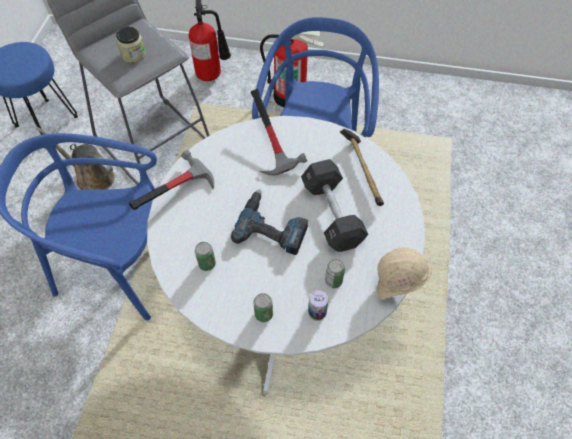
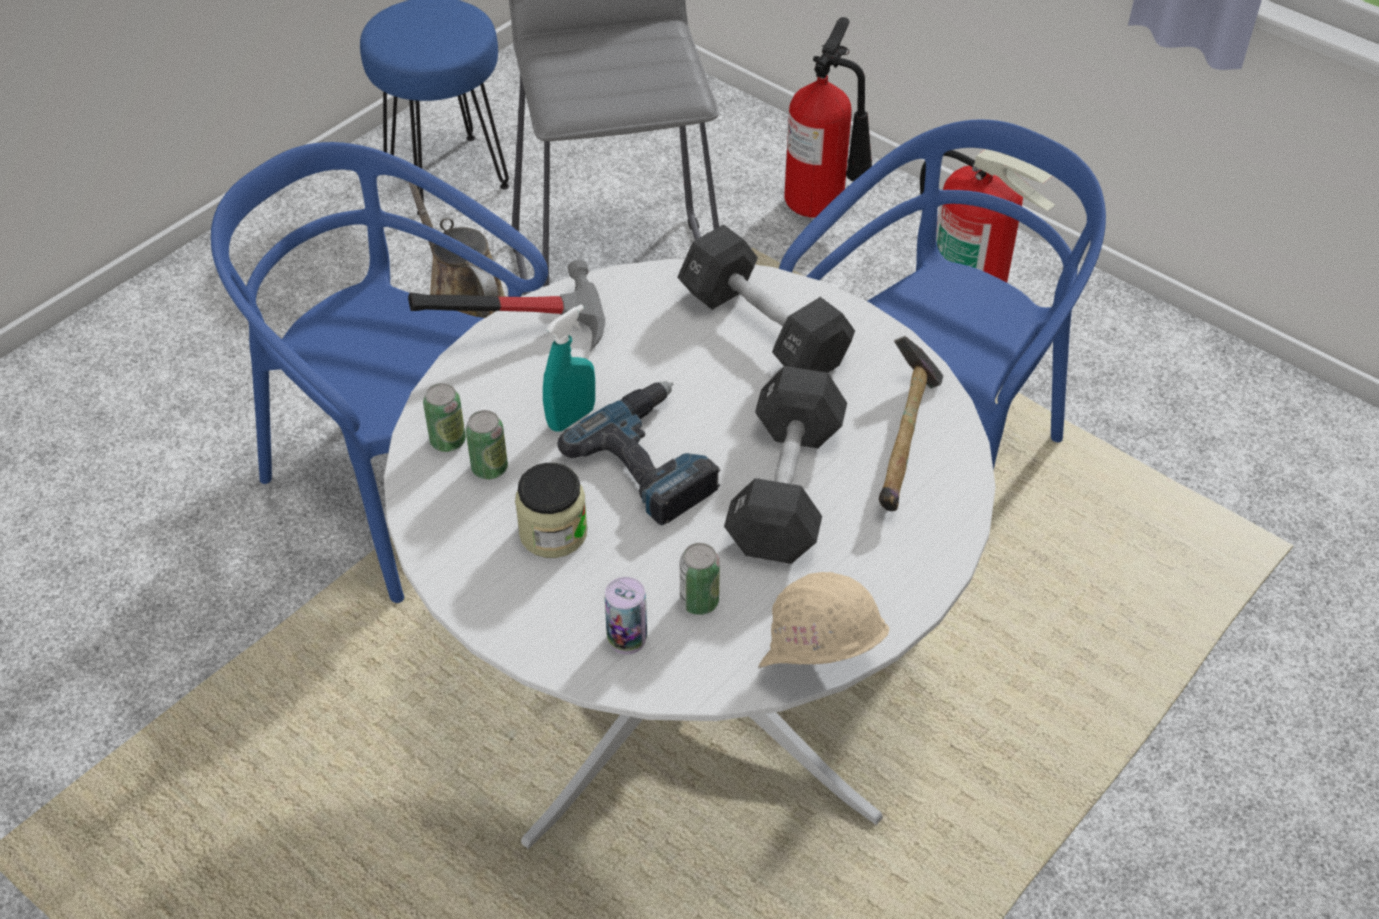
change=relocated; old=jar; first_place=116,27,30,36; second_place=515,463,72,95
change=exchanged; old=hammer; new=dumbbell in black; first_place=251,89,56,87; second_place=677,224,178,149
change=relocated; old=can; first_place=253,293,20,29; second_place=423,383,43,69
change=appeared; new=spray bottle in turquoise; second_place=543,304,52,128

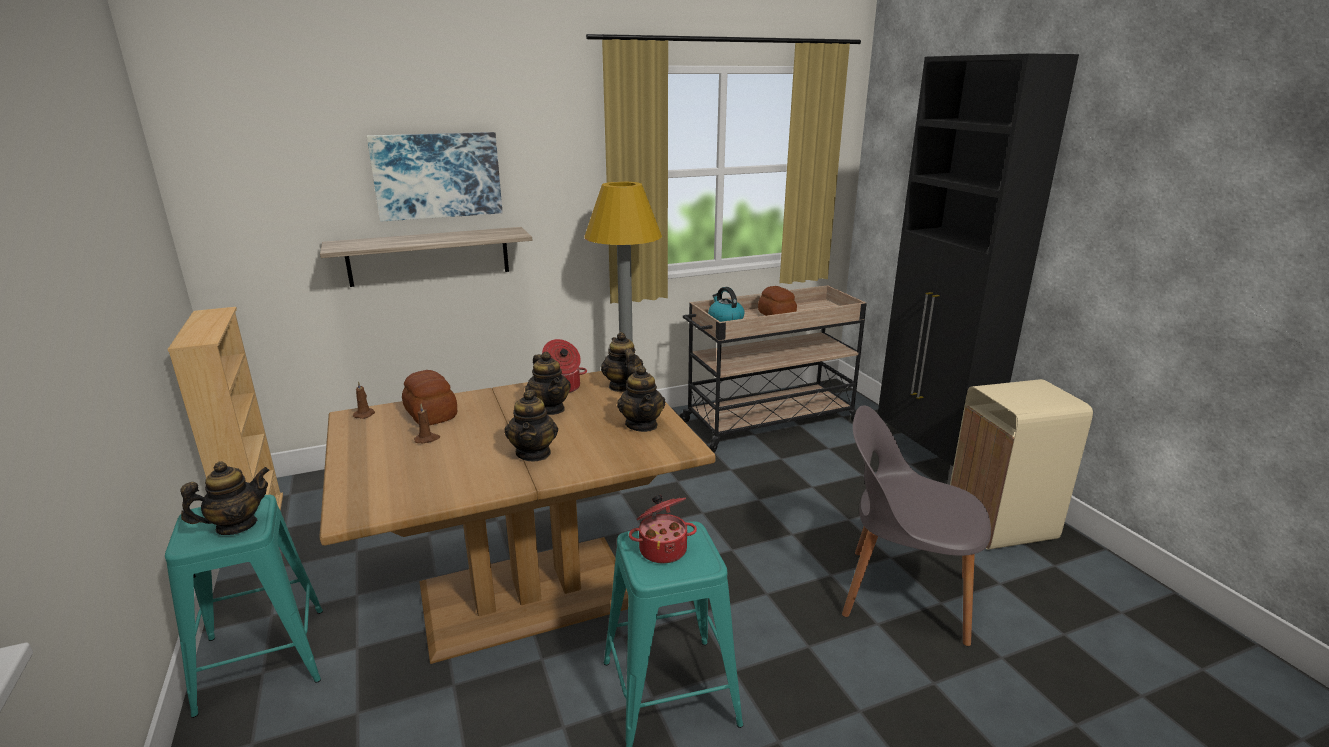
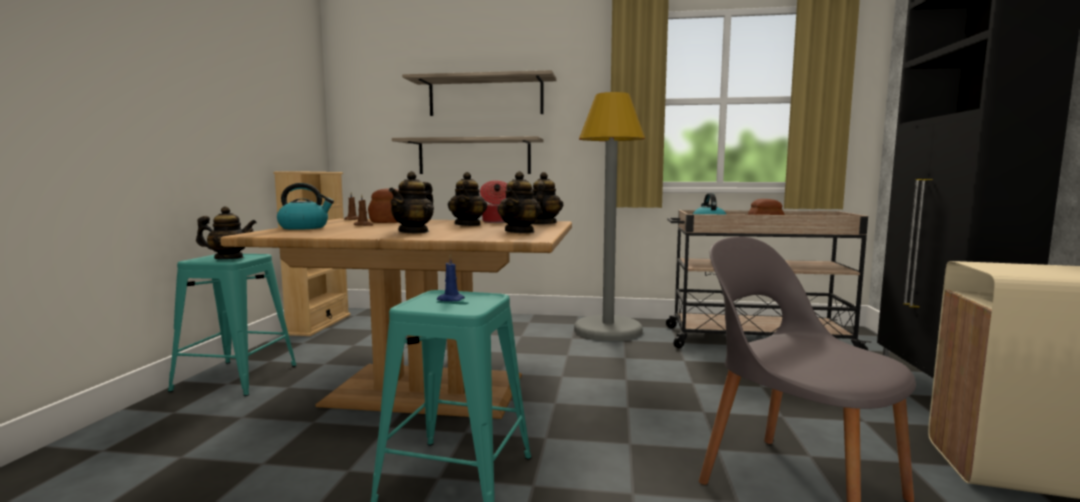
change=exchanged; old=picture; new=shelf; first_place=367,132,136,90; second_place=402,70,155,46
change=exchanged; old=cooking pot; new=candle in blue; first_place=629,495,68,68; second_place=437,254,28,47
change=appeared; new=kettle; second_place=277,183,57,47

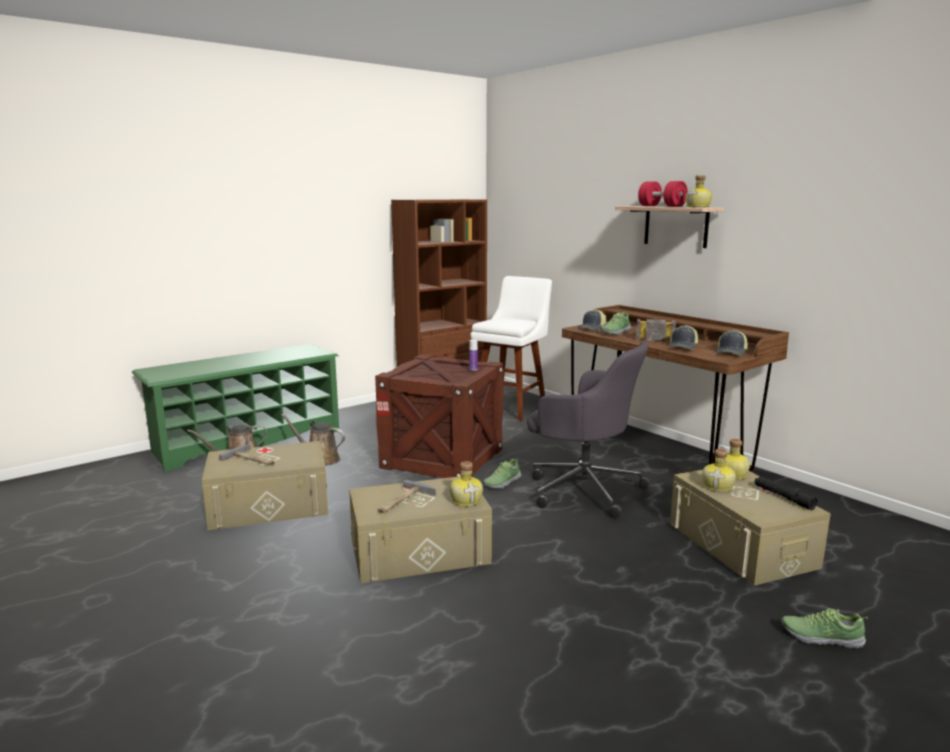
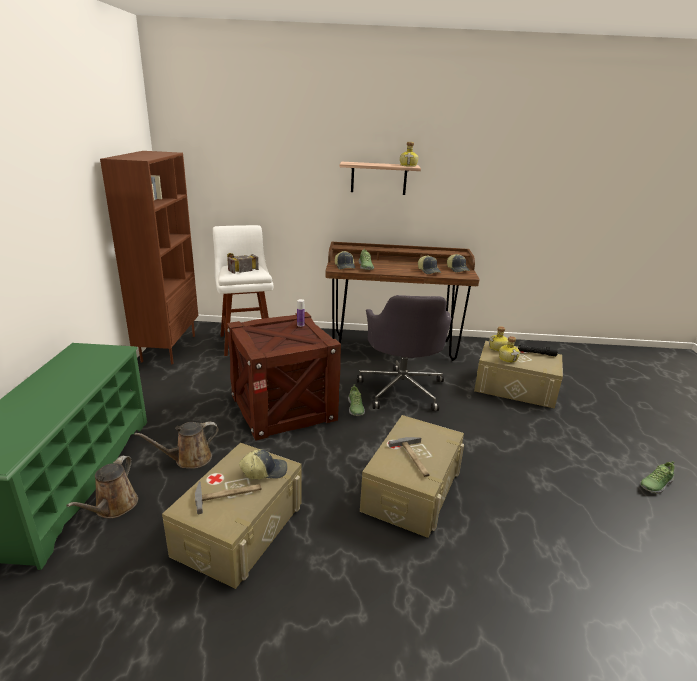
change=missing; old=bottle; first_place=450,461,33,45
change=spun; old=office chair in grey; first_place=527,341,124,177; second_place=357,295,94,116; degrees=105
change=relocated; old=hammer; first_place=636,319,40,22; second_place=227,253,32,21
change=missing; old=dumbbell in red; first_place=638,181,50,26
change=relocated; old=shoe; first_place=781,608,87,40; second_place=640,461,35,33
change=appeared; new=cap; second_place=239,449,48,31

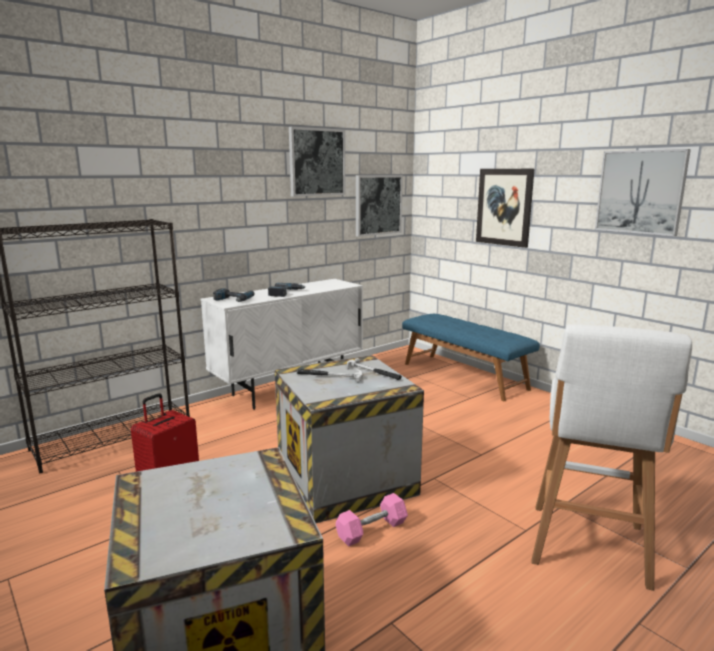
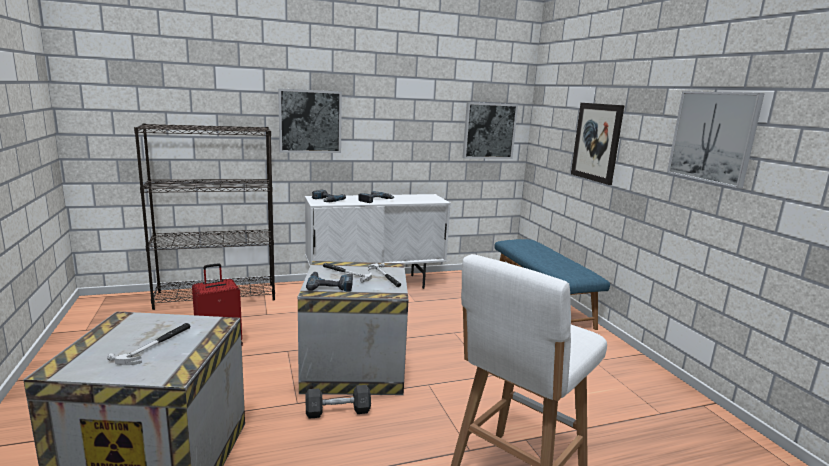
change=relocated; old=picture; first_place=289,127,56,70; second_place=278,88,64,65
change=colour; old=dumbbell in pink; new=dumbbell in grey; first_place=336,493,72,54; second_place=306,385,65,34
change=appeared; new=hammer; second_place=107,323,83,42
change=appeared; new=power drill; second_place=306,272,47,20

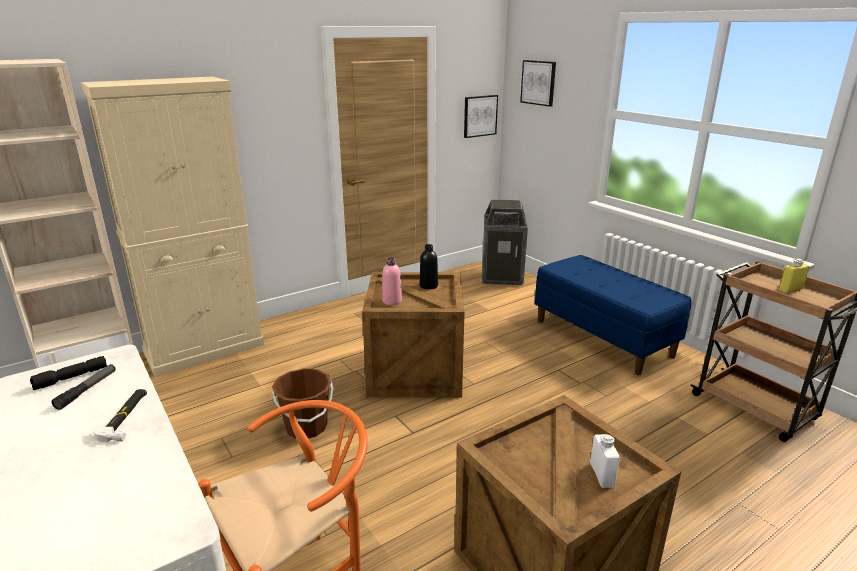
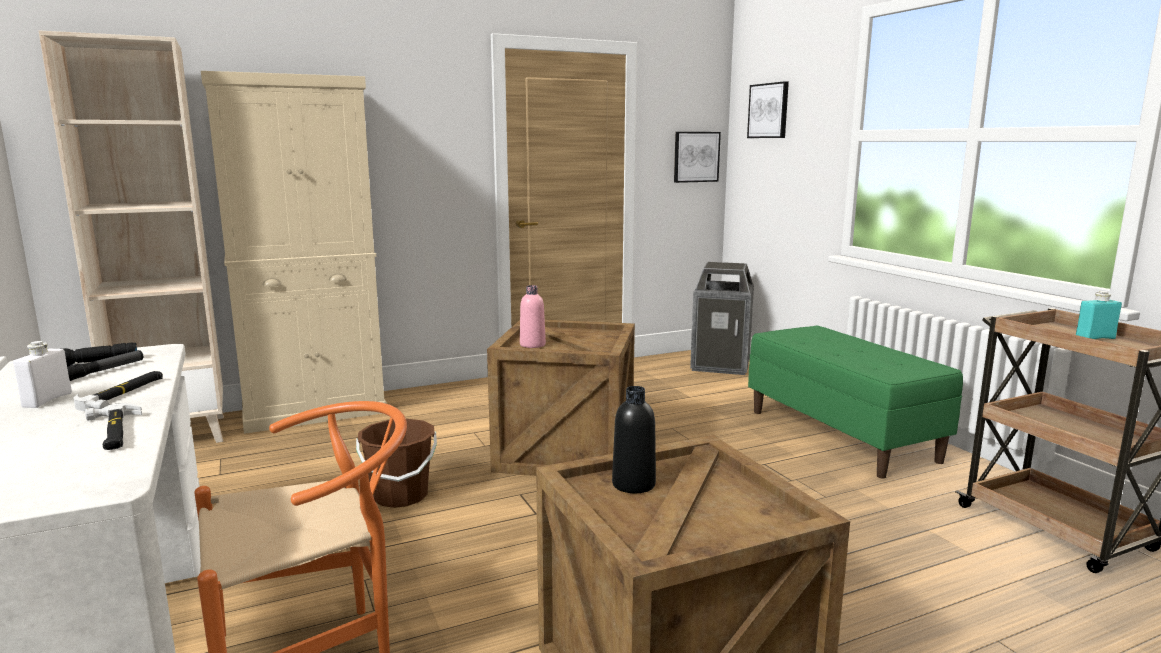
change=relocated; old=bottle in black; first_place=420,244,18,45; second_place=612,386,44,107
change=colour; old=bench in blue; new=bench in green; first_place=535,255,157,120; second_place=748,326,215,152
change=relocated; old=bottle in white; first_place=590,434,30,54; second_place=13,341,59,67
change=colour; old=bottle in yellow; new=bottle in turquoise; first_place=779,259,31,34; second_place=1076,291,46,48
change=appeared; new=hammer; second_place=85,403,57,47

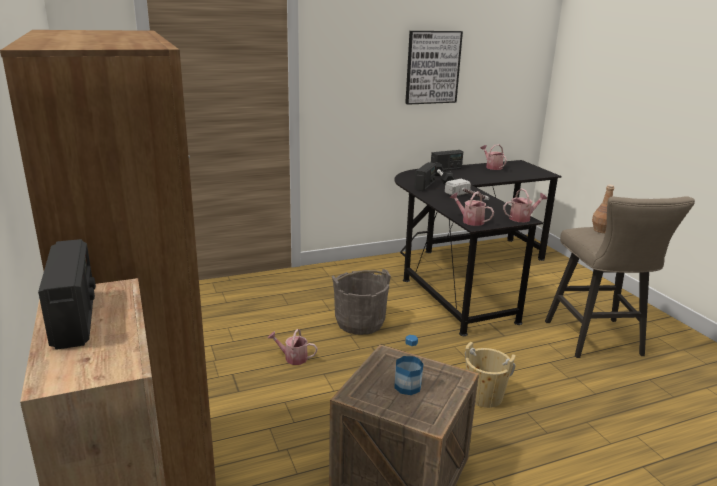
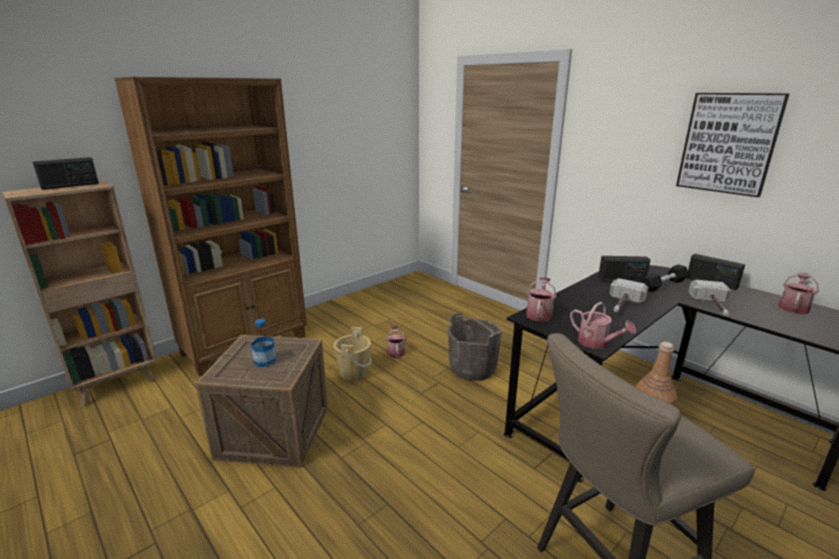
change=relocated; old=bucket in beige; first_place=465,342,51,66; second_place=334,327,38,54
change=appeared; new=hammer; second_place=689,280,42,36

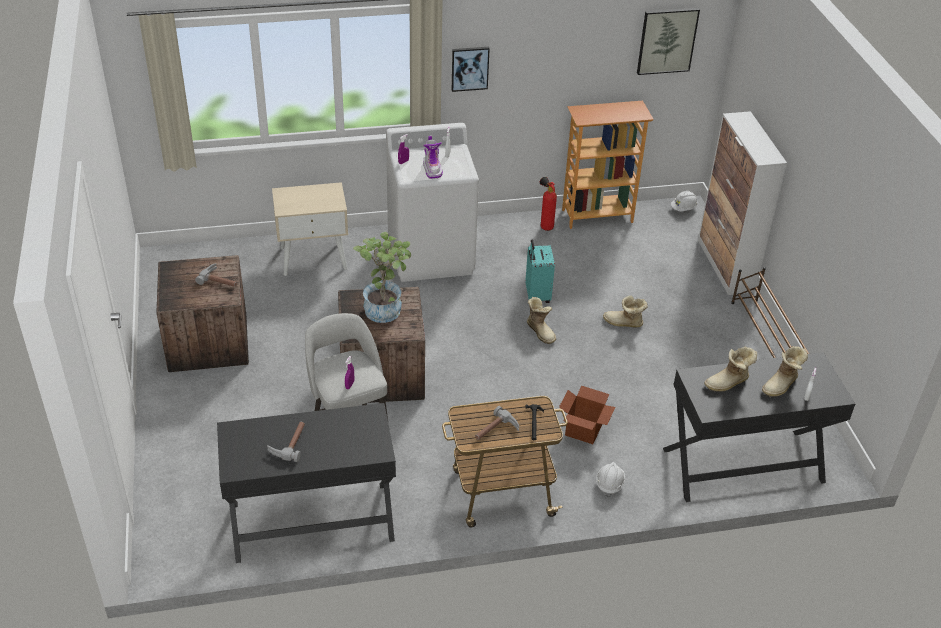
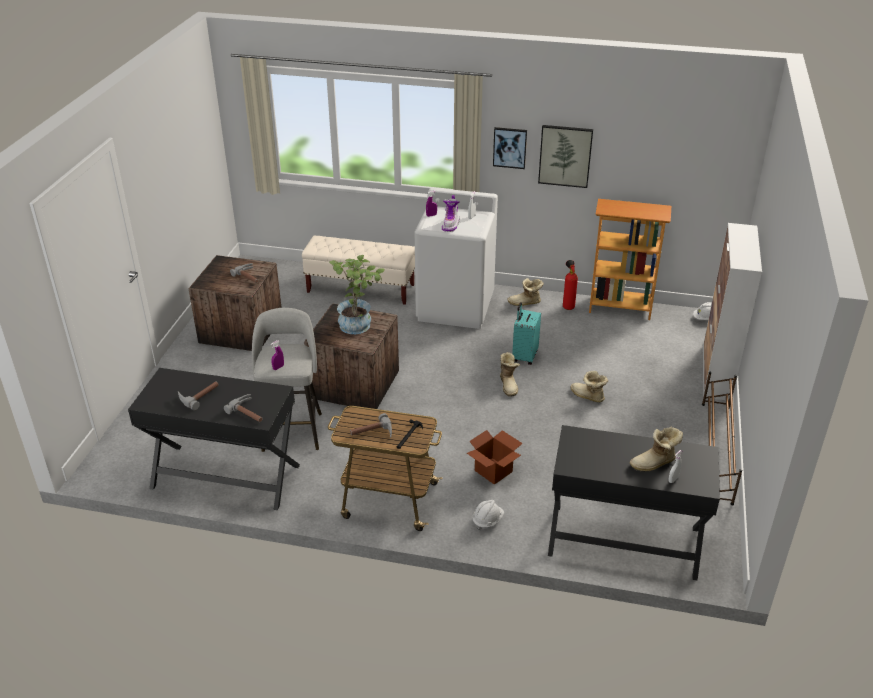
change=exchanged; old=nightstand in beige; new=bench in beige; first_place=272,182,76,94; second_place=302,235,113,70
change=relocated; old=picture; first_place=637,8,63,67; second_place=538,125,55,63
change=relocated; old=boot; first_place=704,346,53,46; second_place=507,278,37,28
change=appeared; new=hammer; second_place=224,394,38,28

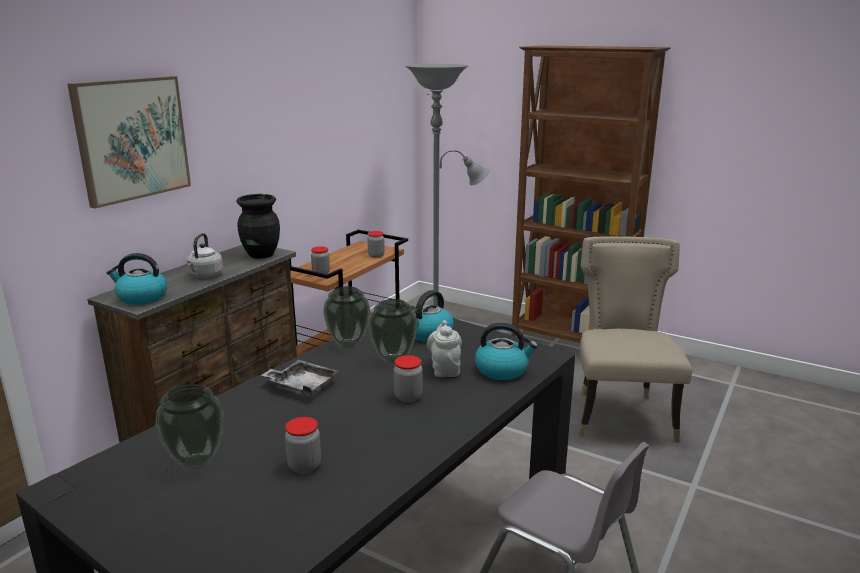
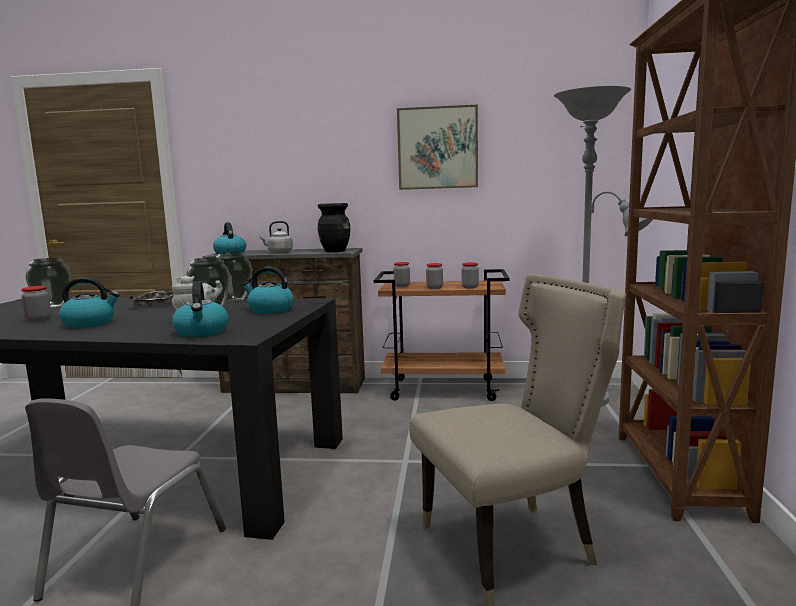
change=relocated; old=picture; first_place=68,76,123,133; second_place=397,105,81,85
change=relocated; old=jar; first_place=394,355,29,48; second_place=426,263,17,26
change=appeared; new=kettle; second_place=59,277,61,51

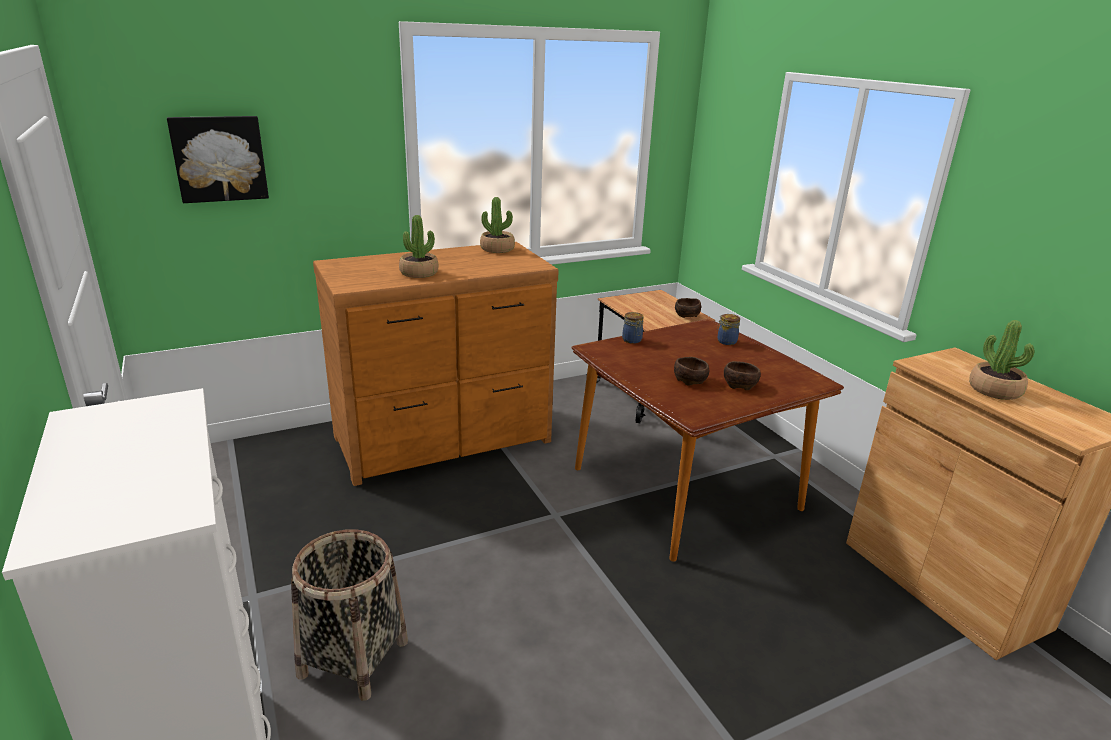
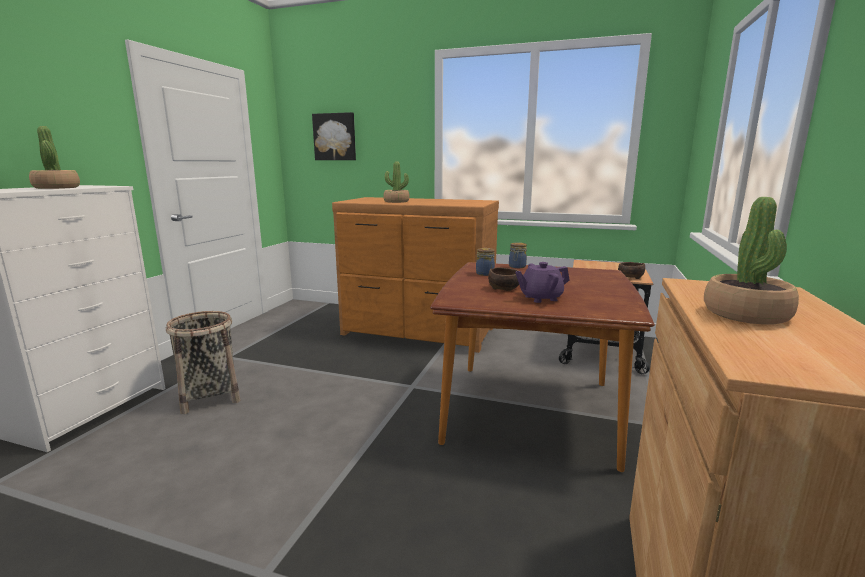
change=relocated; old=potted plant; first_place=480,197,35,56; second_place=29,126,51,63
change=relocated; old=jar; first_place=717,314,23,31; second_place=476,248,19,28
change=exchanged; old=bowl in brown; new=teapot in purple; first_place=724,361,37,29; second_place=515,262,55,41

